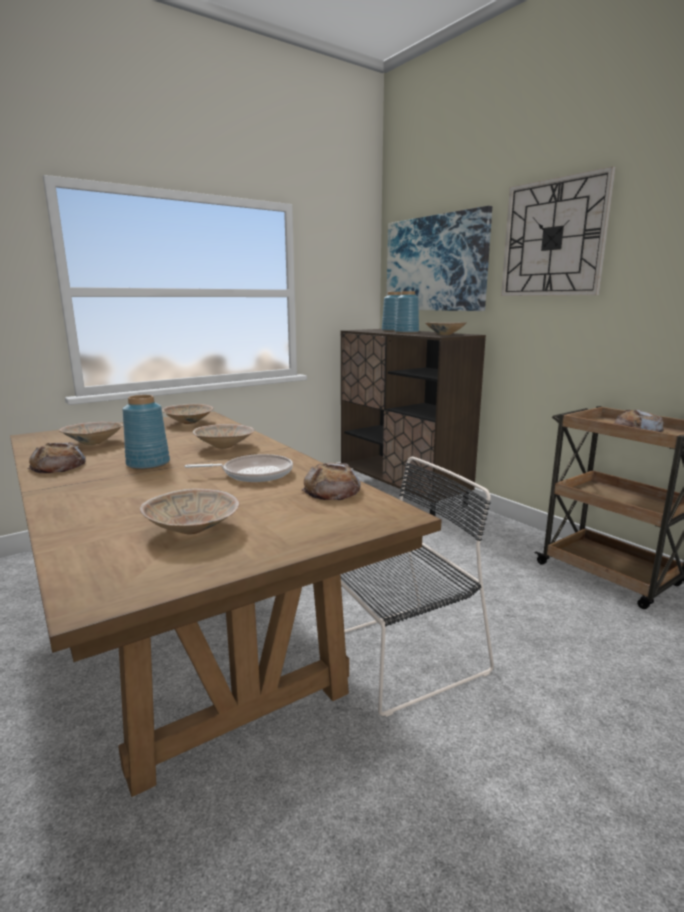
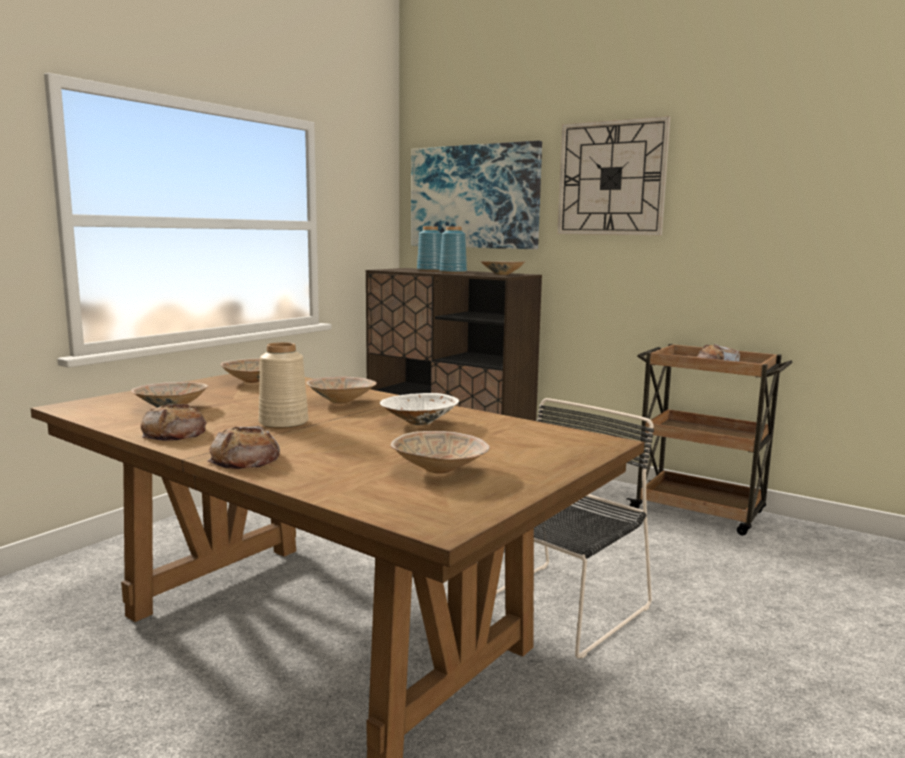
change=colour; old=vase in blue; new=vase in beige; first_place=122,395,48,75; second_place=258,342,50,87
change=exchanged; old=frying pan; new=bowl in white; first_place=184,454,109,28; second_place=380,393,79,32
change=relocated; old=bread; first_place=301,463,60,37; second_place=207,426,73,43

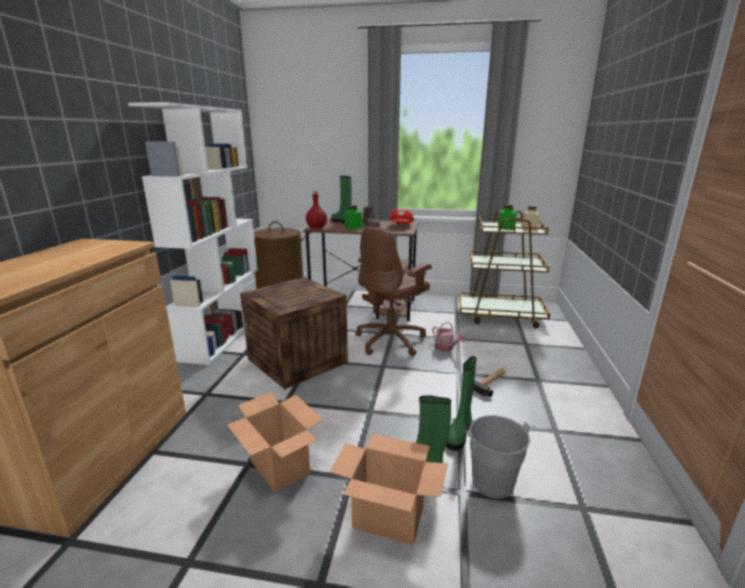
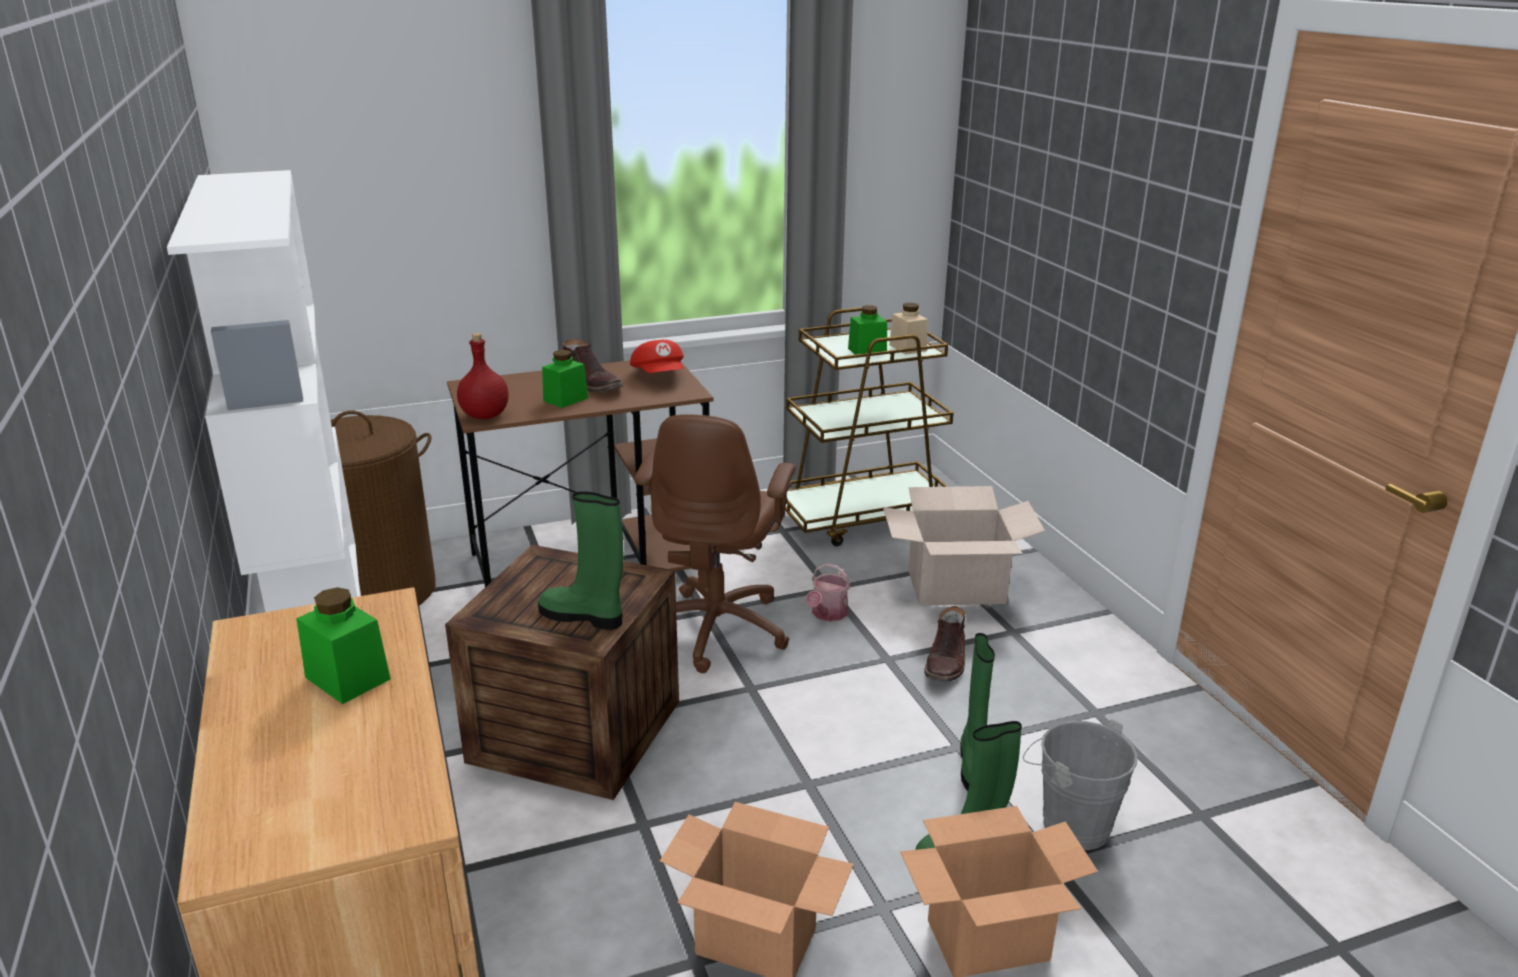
change=relocated; old=boot in green; first_place=331,176,21,48; second_place=538,492,85,138
change=spun; old=watering can; first_place=432,322,33,29; second_place=806,563,44,58; degrees=90
change=exchanged; old=hammer; new=boot in brown; first_place=473,368,32,29; second_place=924,606,41,76
change=appeared; new=jar in green; second_place=296,587,95,117
change=appeared; new=cardboard box; second_place=883,486,162,120

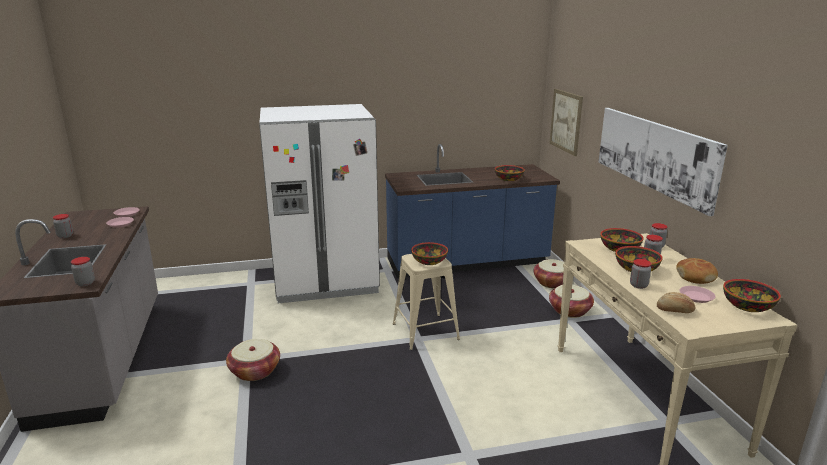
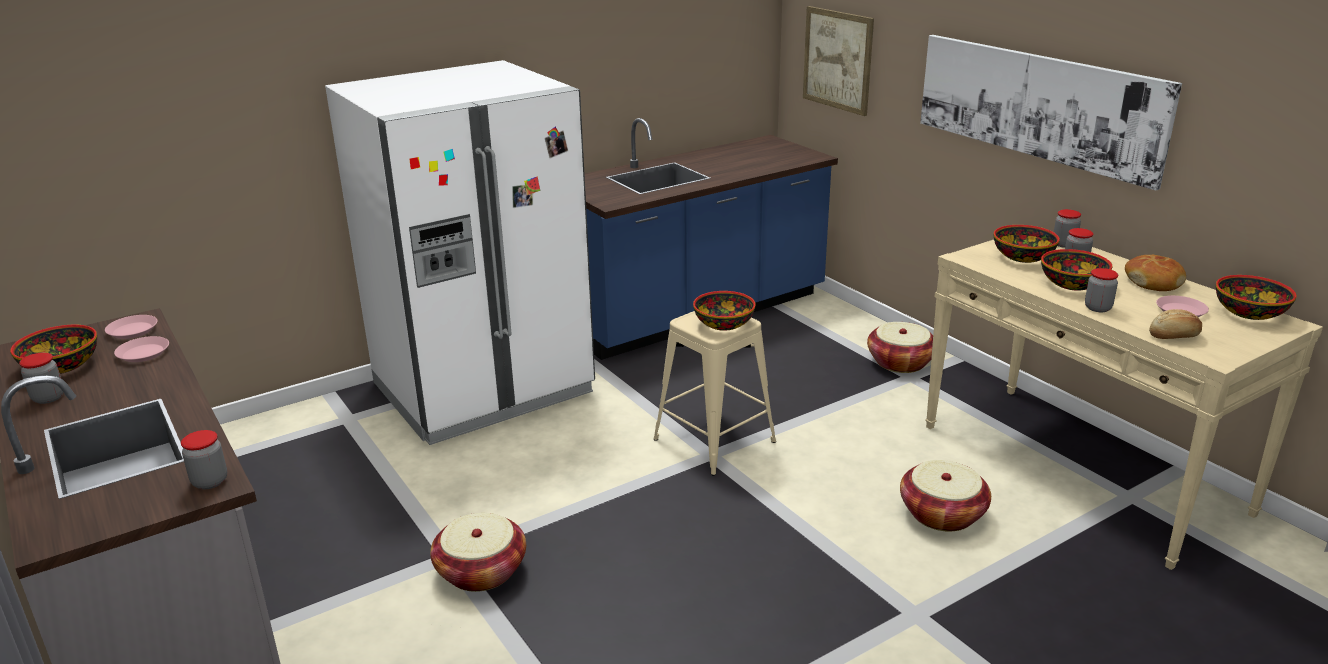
change=relocated; old=bowl; first_place=495,165,30,16; second_place=10,325,87,49
change=relocated; old=basket; first_place=533,259,41,29; second_place=900,460,91,71

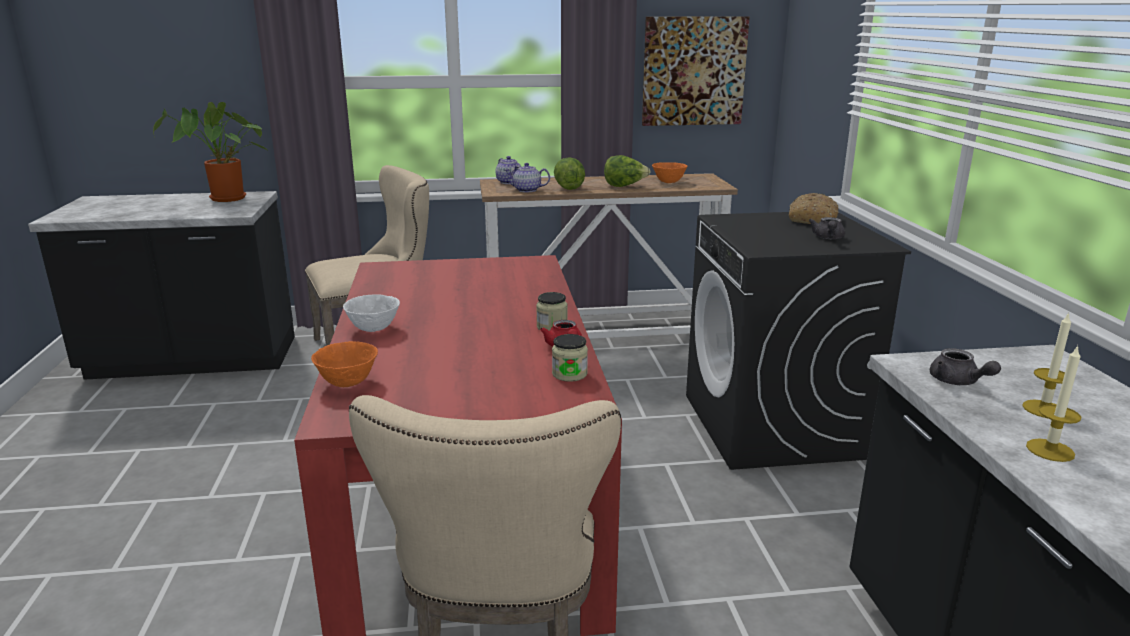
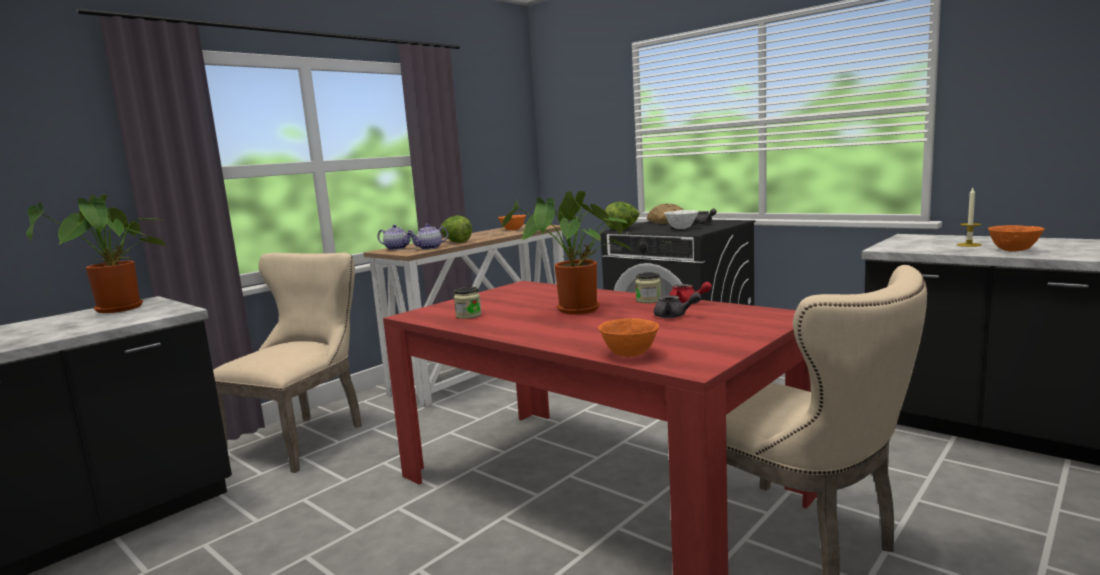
change=relocated; old=bowl in white; first_place=343,294,57,38; second_place=664,210,35,19
change=relocated; old=jar; first_place=552,334,36,48; second_place=454,287,28,32
change=relocated; old=lettuce; first_place=604,155,47,32; second_place=605,202,35,28
change=missing; old=picture; first_place=642,16,108,110
change=relocated; old=teapot in grey; first_place=930,348,71,37; second_place=654,292,47,26
change=exchanged; old=candle; new=bowl in orange; first_place=1026,345,55,117; second_place=988,225,57,27
change=appeared; new=potted plant; second_place=502,191,131,123

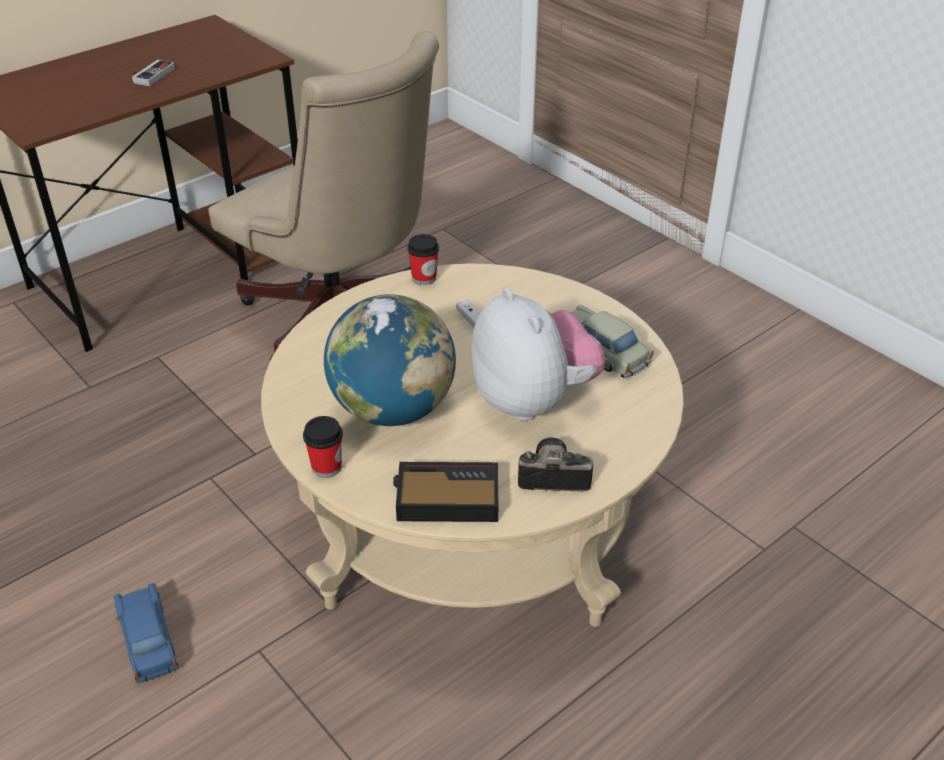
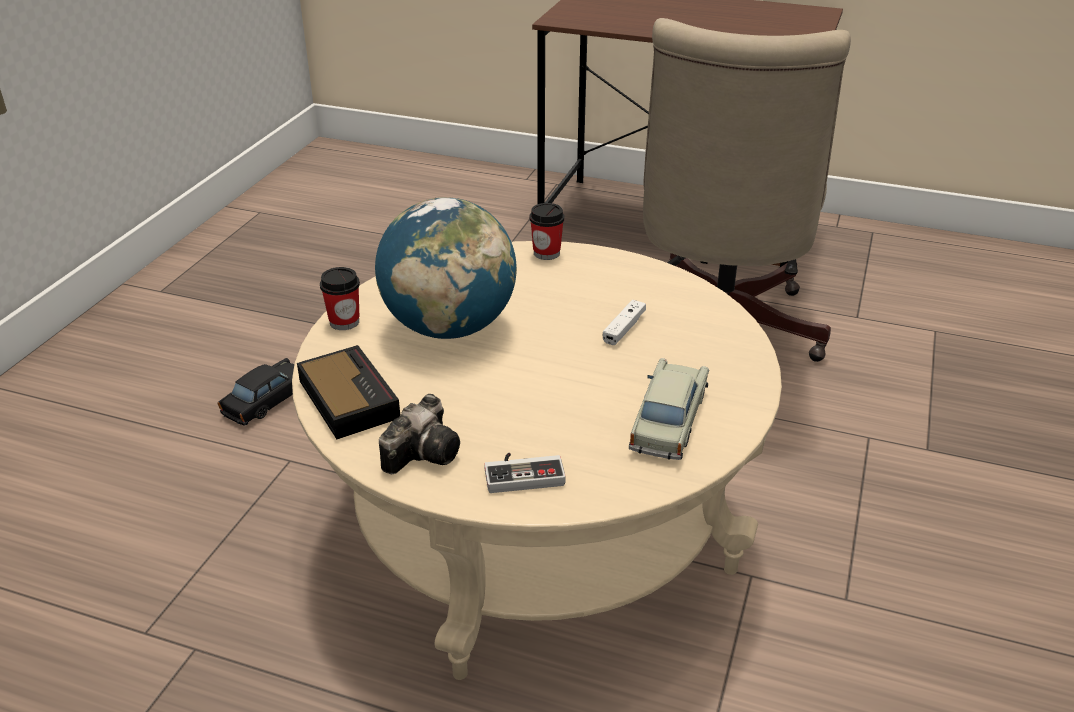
change=colour; old=toy car in blue; new=toy car in black; first_place=114,583,65,100; second_place=218,358,76,68
change=relocated; old=game controller; first_place=132,60,43,26; second_place=484,453,82,40
change=relocated; old=cup; first_place=407,234,32,51; second_place=529,203,36,57
change=missing; old=plush toy; first_place=471,287,134,134
change=spun; old=photo camera; first_place=518,437,75,55; second_place=379,394,81,80; degrees=60

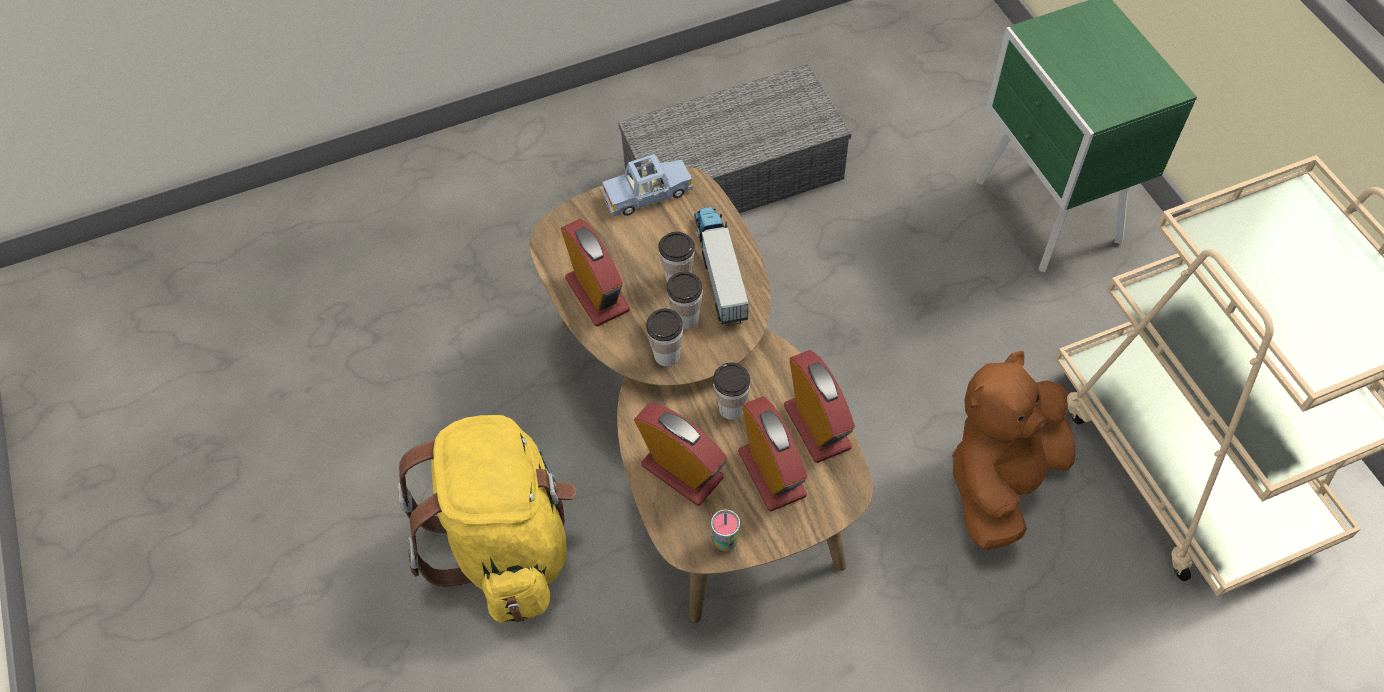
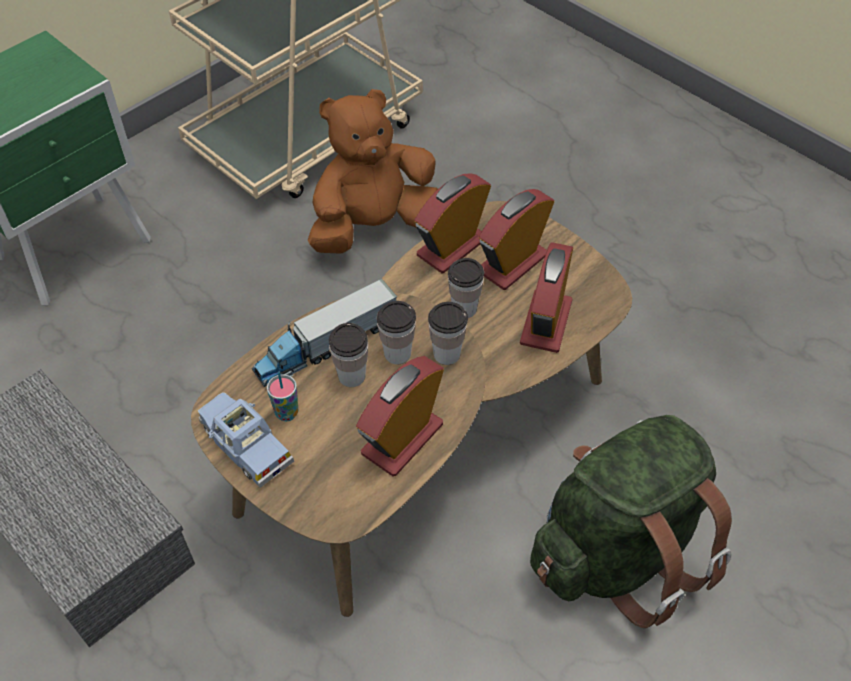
change=colour; old=backpack in yellow; new=backpack in green; first_place=398,415,178,208; second_place=530,415,202,213
change=relocated; old=cup; first_place=711,509,29,42; second_place=267,371,31,50
change=spun; old=plush toy in brown; first_place=952,351,123,199; second_place=308,89,130,165; degrees=135

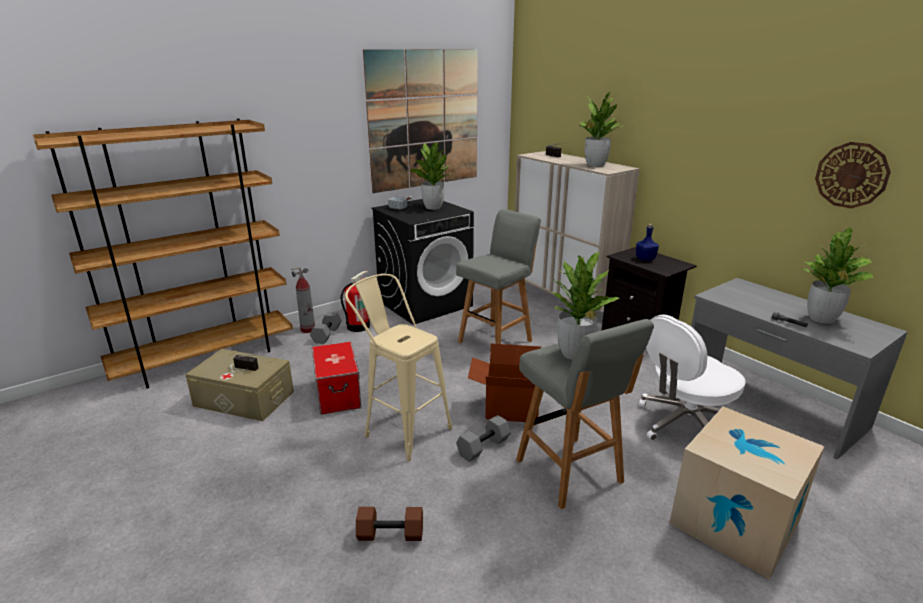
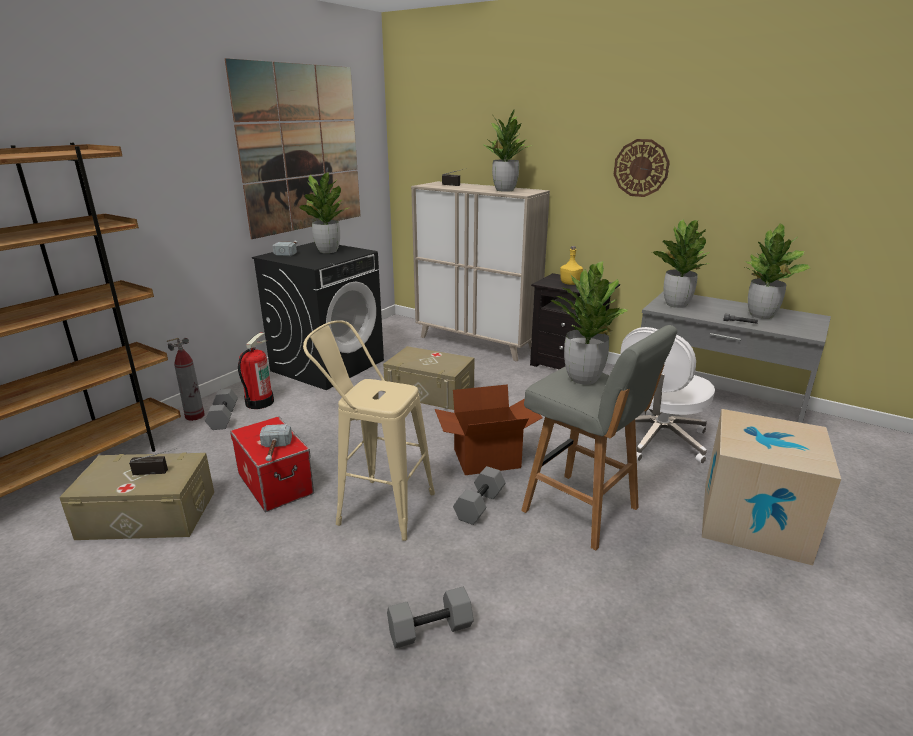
change=colour; old=dumbbell in brown; new=dumbbell in grey; first_place=356,507,67,34; second_place=387,587,87,62
change=exchanged; old=stool in grey; new=storage box in beige; first_place=456,209,85,135; second_place=383,346,92,64
change=colour; old=bottle in blue; new=bottle in yellow; first_place=636,224,23,37; second_place=560,246,23,39
change=relocated; old=wall clock; first_place=815,142,76,66; second_place=614,139,56,58
change=appeared; new=hammer; second_place=260,424,32,37
change=appeared; new=potted plant; second_place=652,219,58,89

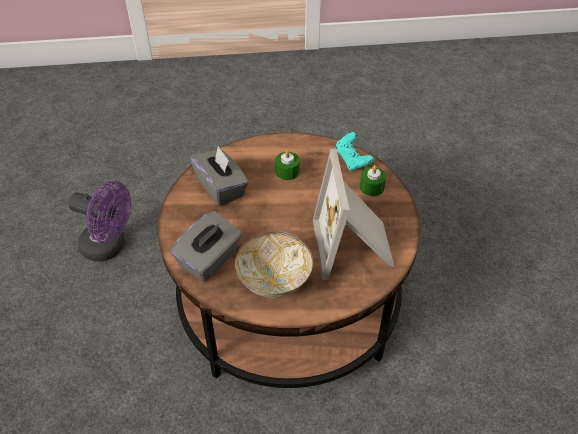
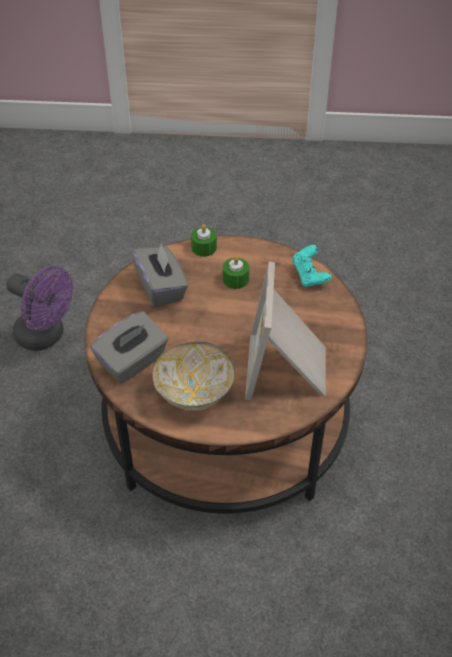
change=relocated; old=candle in green; first_place=360,165,26,31; second_place=191,224,26,33

